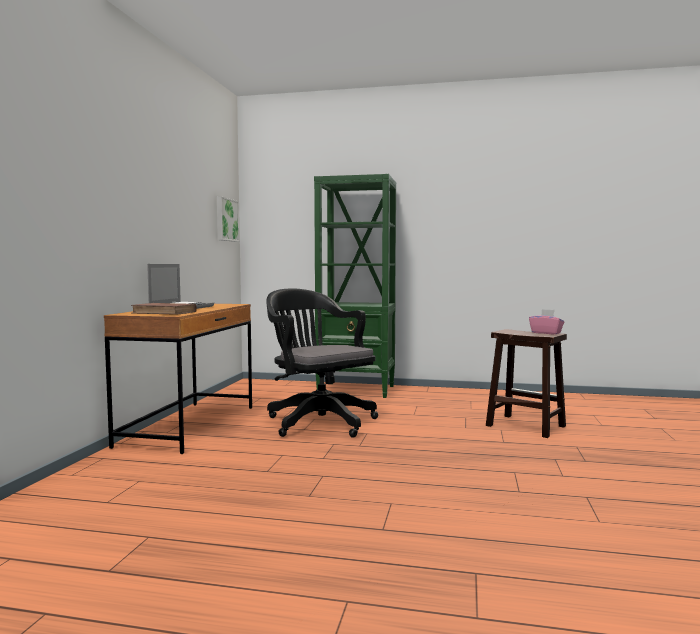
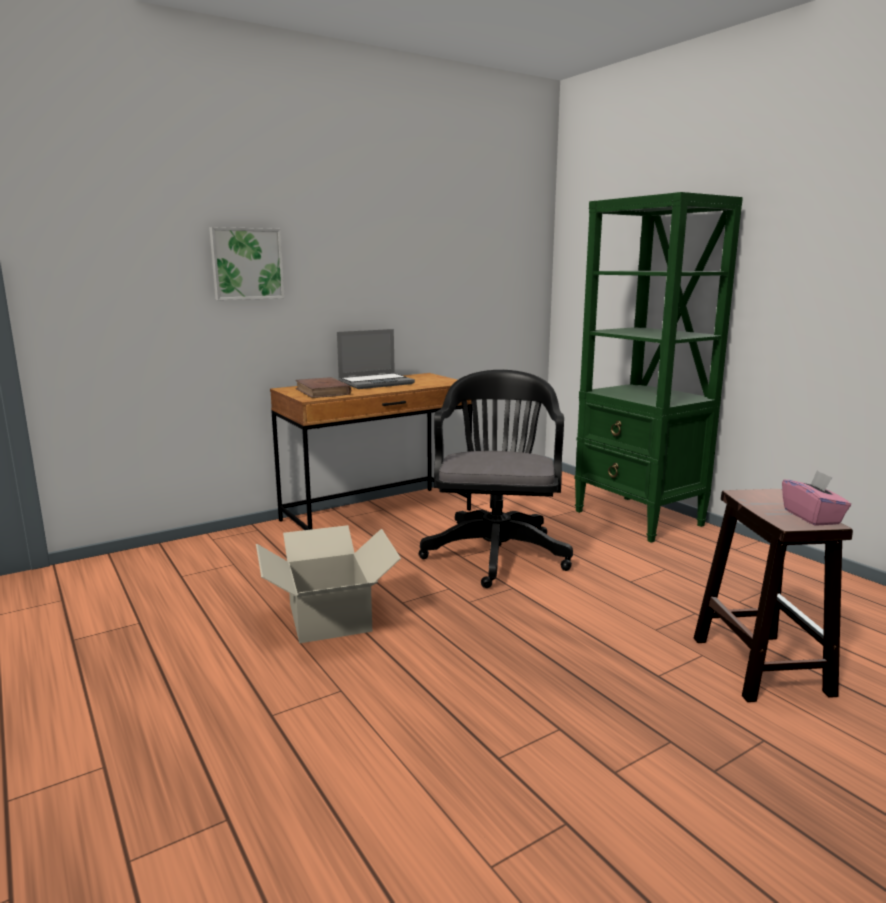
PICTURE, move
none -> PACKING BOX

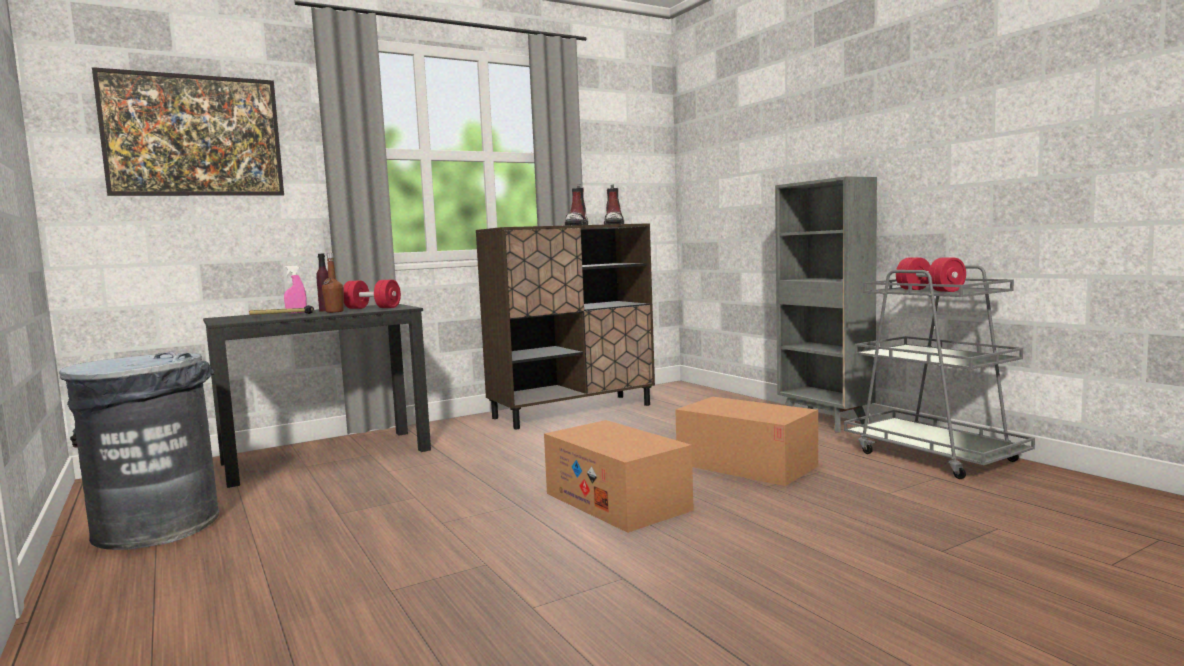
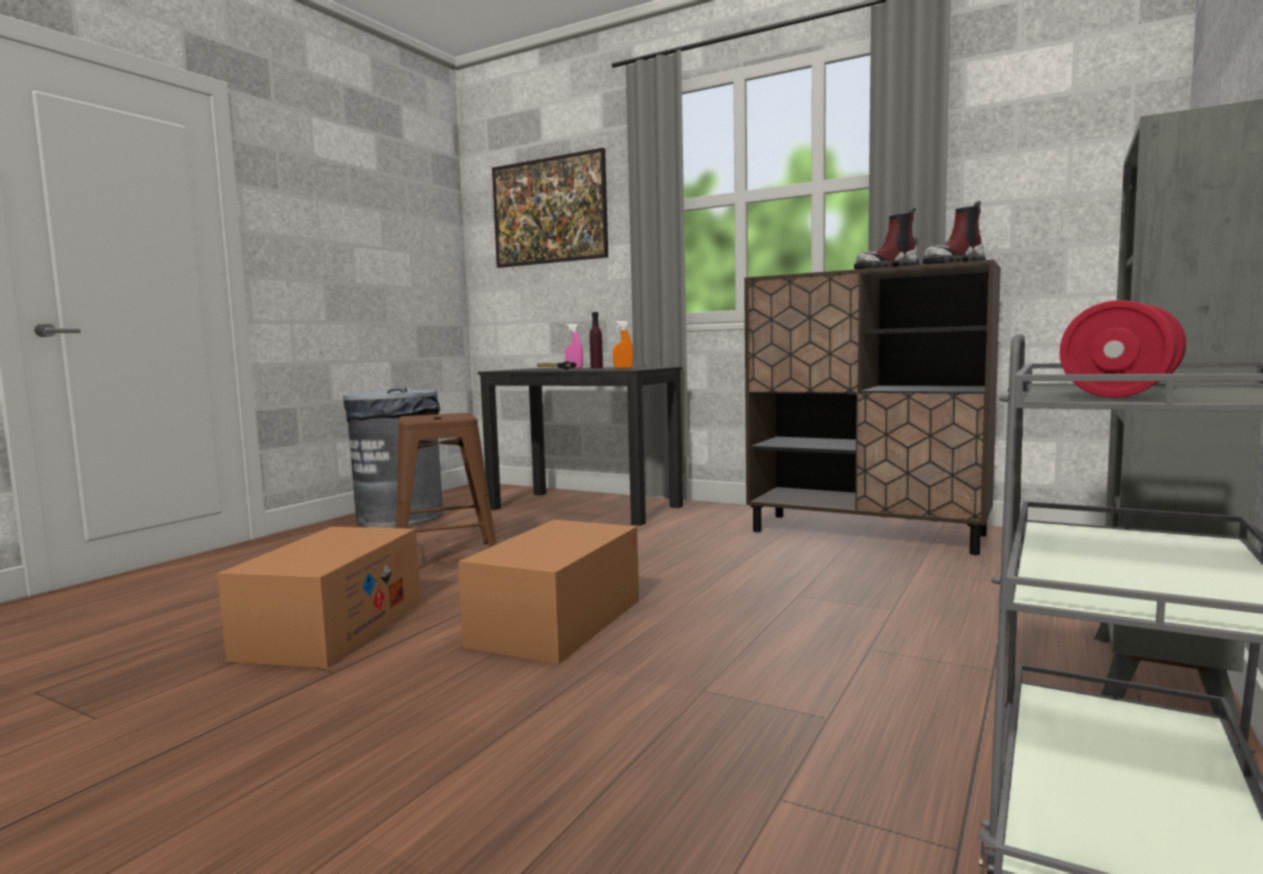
BROWN-COLOURED BOTTLE -> none
RED-COLOURED FREE WEIGHT (1st from left) -> ORANGEY SPRAYER
PACKING BOX (2nd from left in the first image) -> PACKING BOX (1st from left), move
none -> BROWN-COLOURED STOOL SEAT

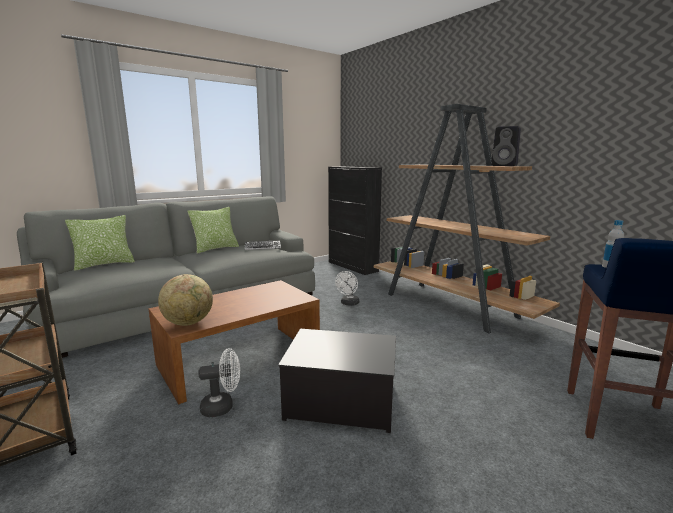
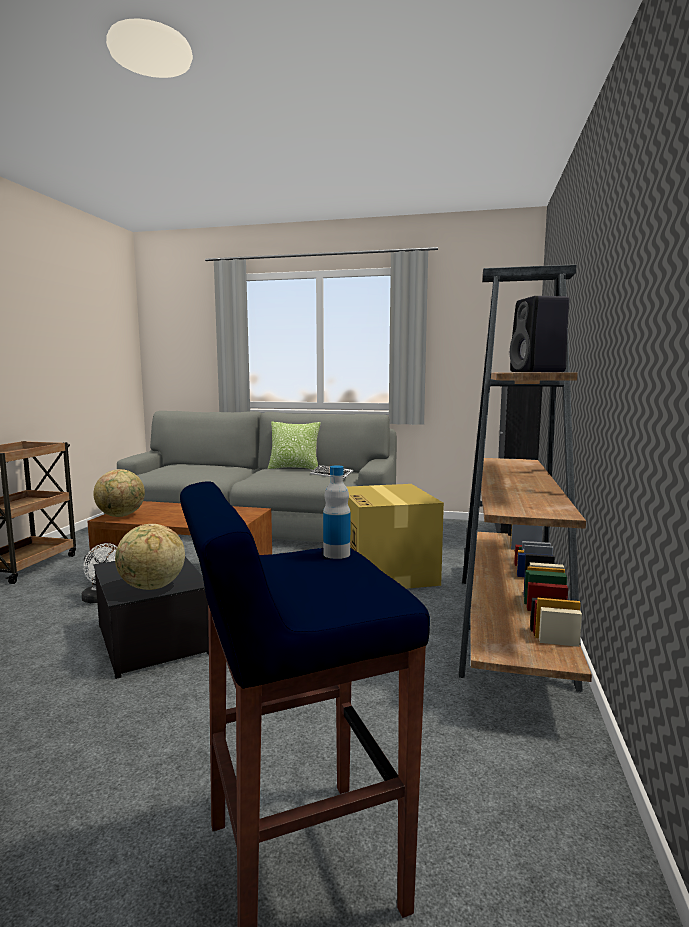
THROW PILLOW (1st from left) -> none
WHITE ELECTRIC FAN (2nd from left) -> PACKING BOX
none -> WORLD GLOBE (2nd from left)

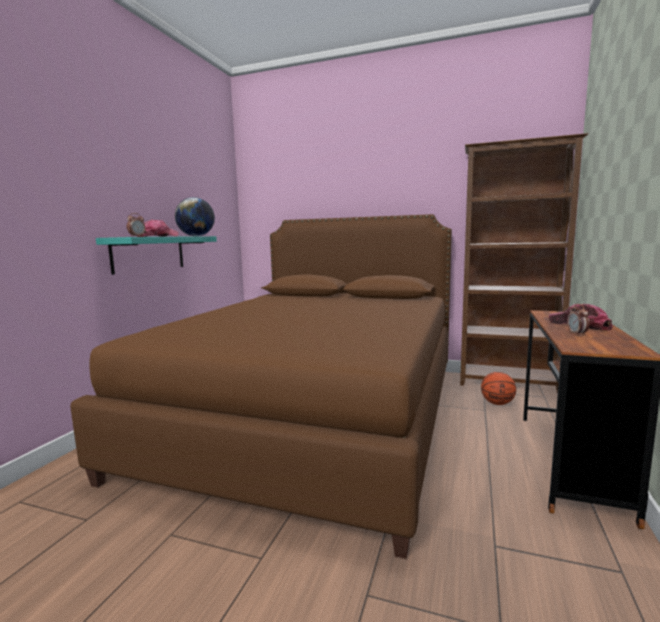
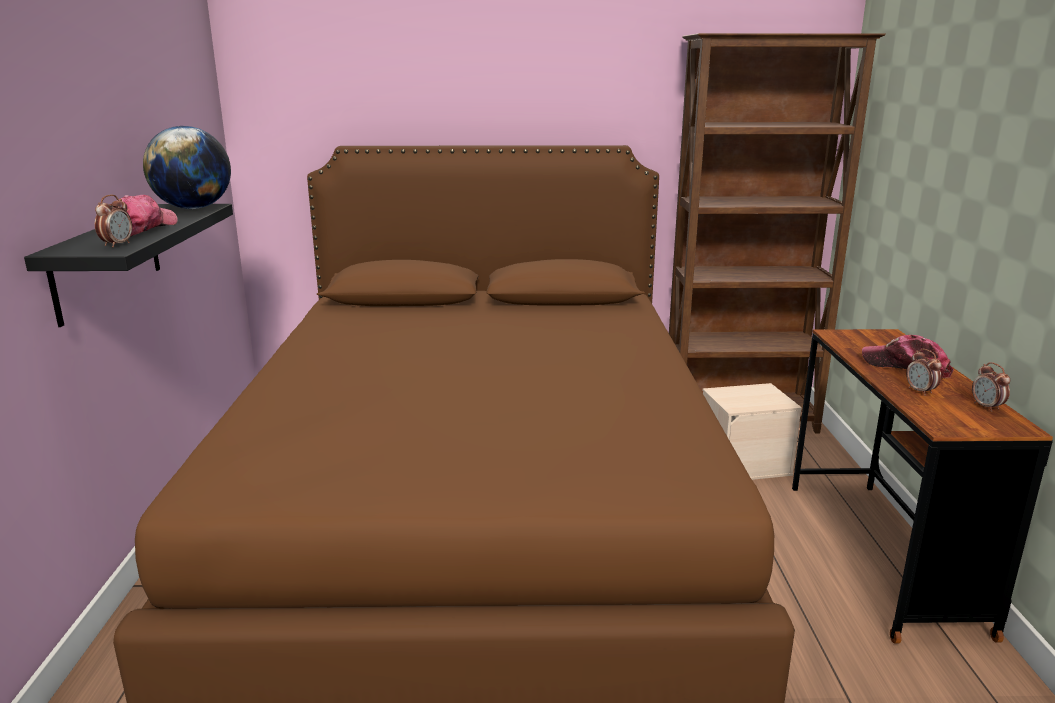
BLUE-GREEN SHELF -> BLACKISH SHELF
BALL FOR BASKETBALL -> SAND-COLOURED STORAGE BIN
none -> ALARM CLOCK (3rd from left)

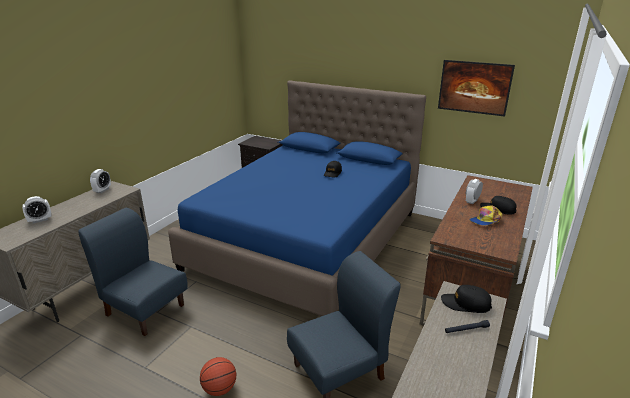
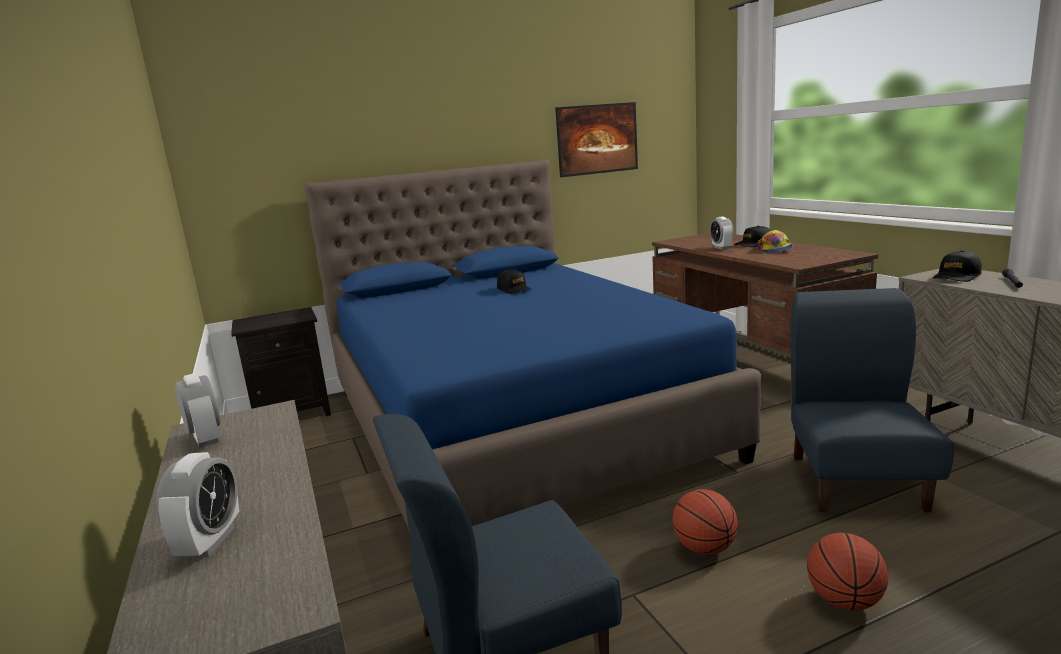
none -> BALL FOR BASKETBALL (1st from left)

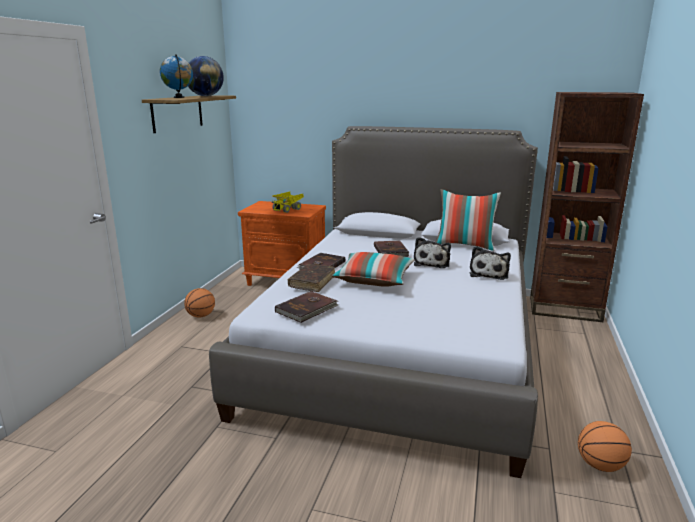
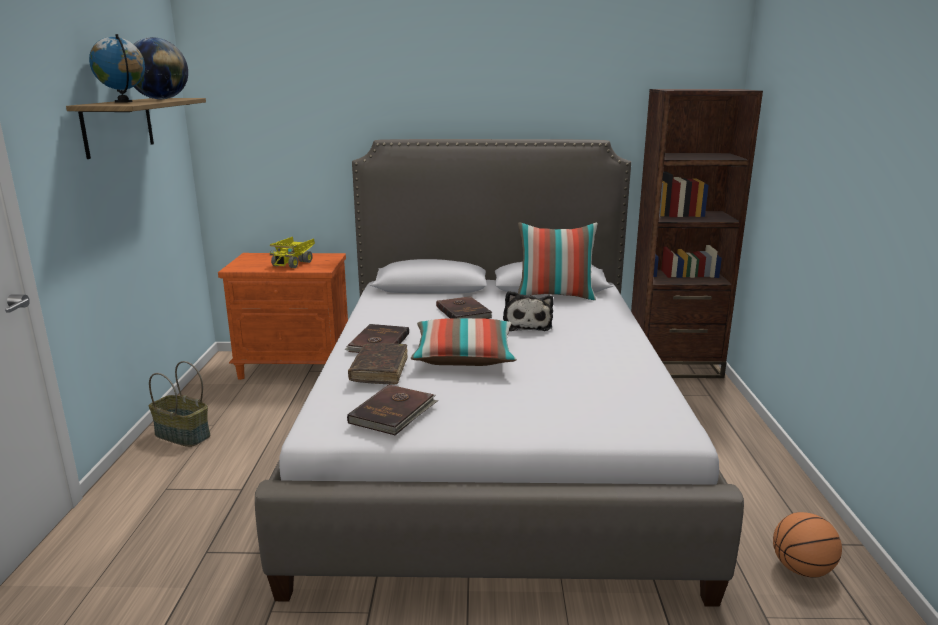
BALL FOR BASKETBALL (1st from left) -> STORAGE BASKET
PLUSH TOY (2nd from left) -> none

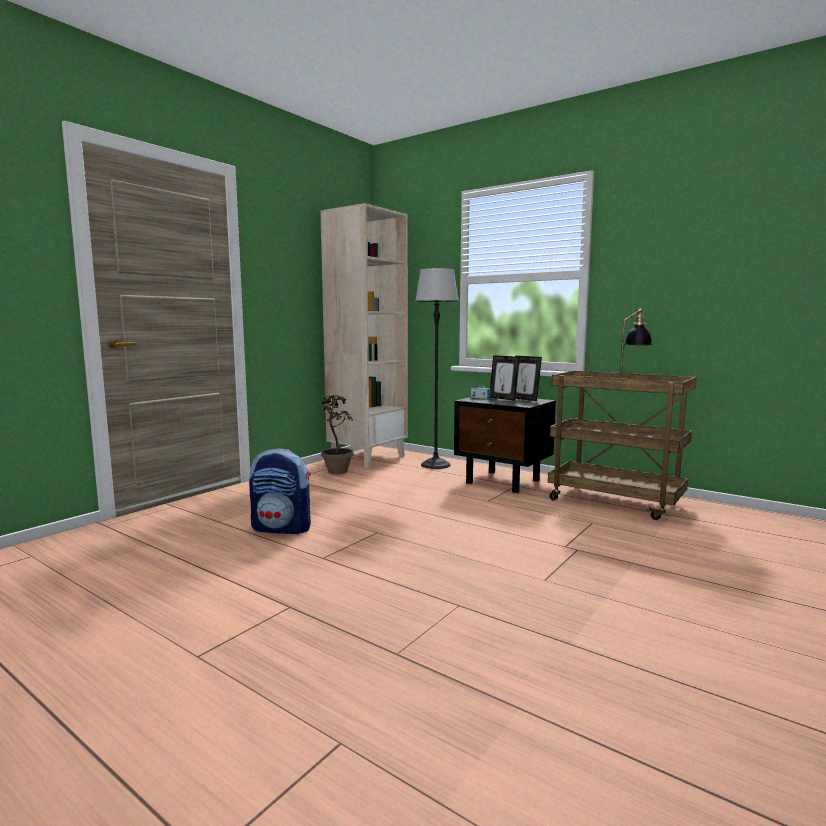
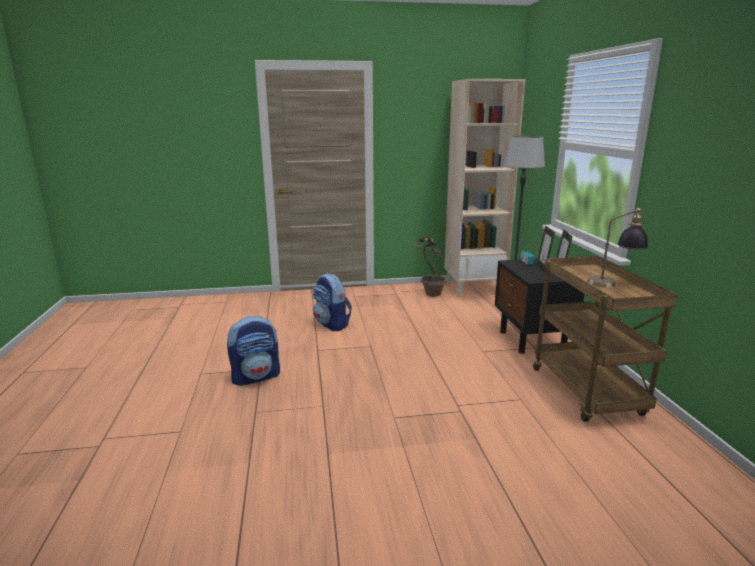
none -> KNAPSACK (1st from left)

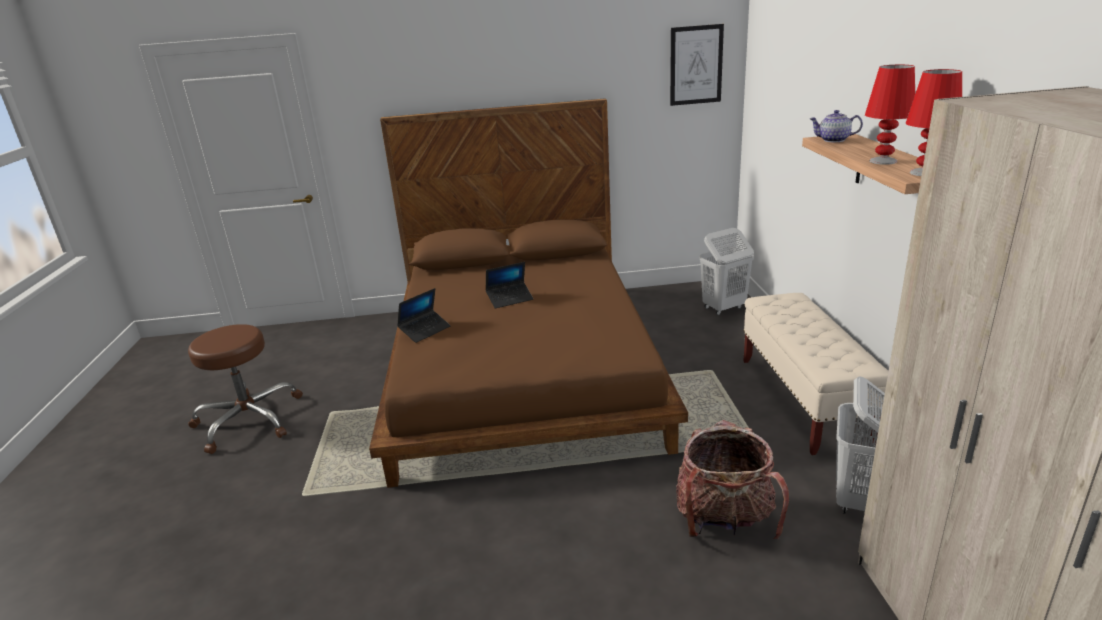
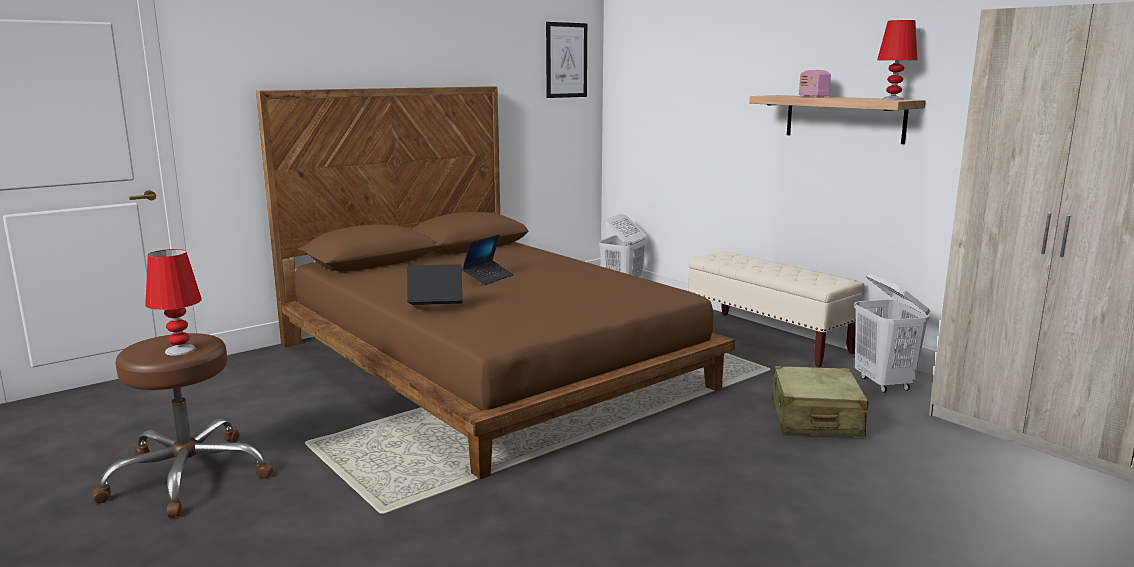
LAPTOP (1st from left), 105 degrees counterclockwise
KNAPSACK -> SAND-COLOURED SUITCASE
POT FOR TEA -> none
RED-COLOURED TABLETOP LAMP (1st from left), move
none -> RADIO

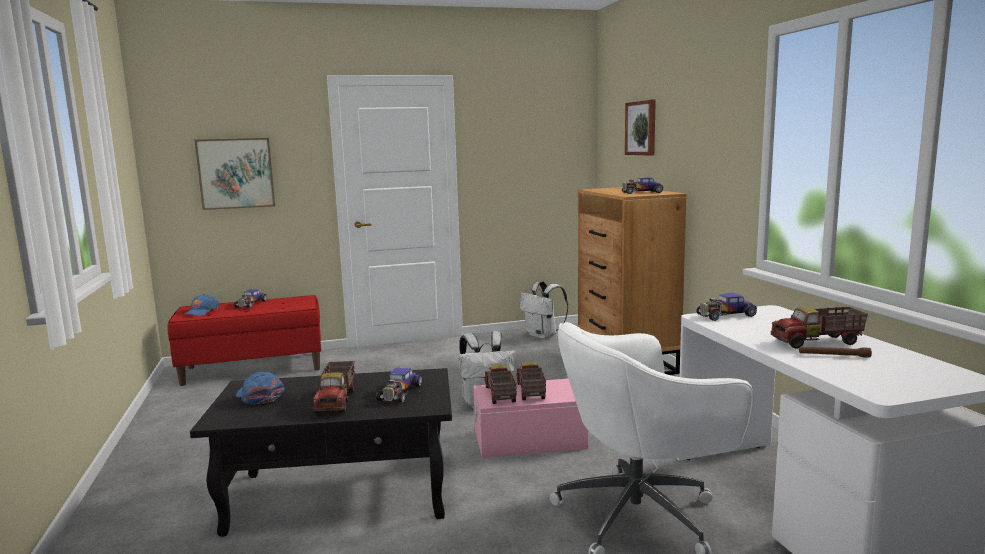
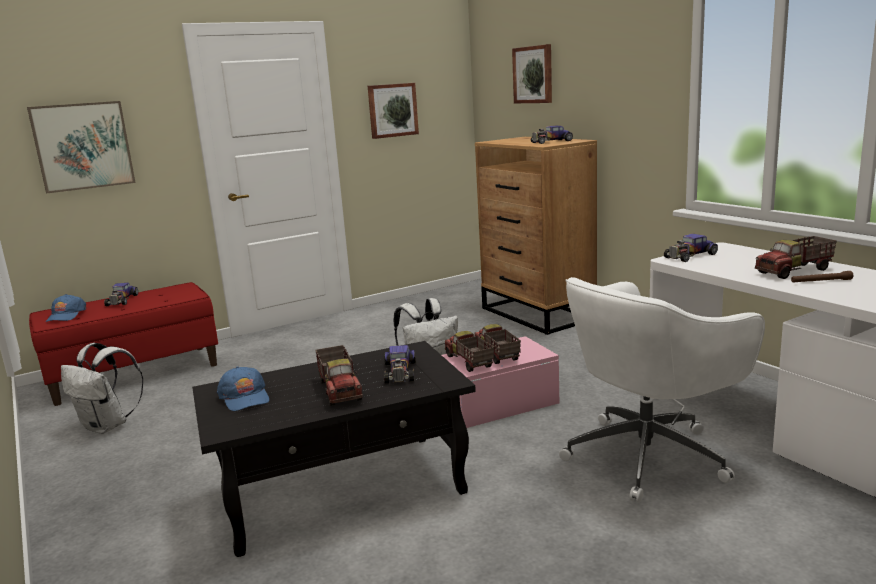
BLUISH PEAKED CAP (2nd from left), 150 degrees counterclockwise
WHITE KNAPSACK (2nd from left in the first image) -> WHITE KNAPSACK (1st from left), move
none -> PICTURE (2nd from left)

